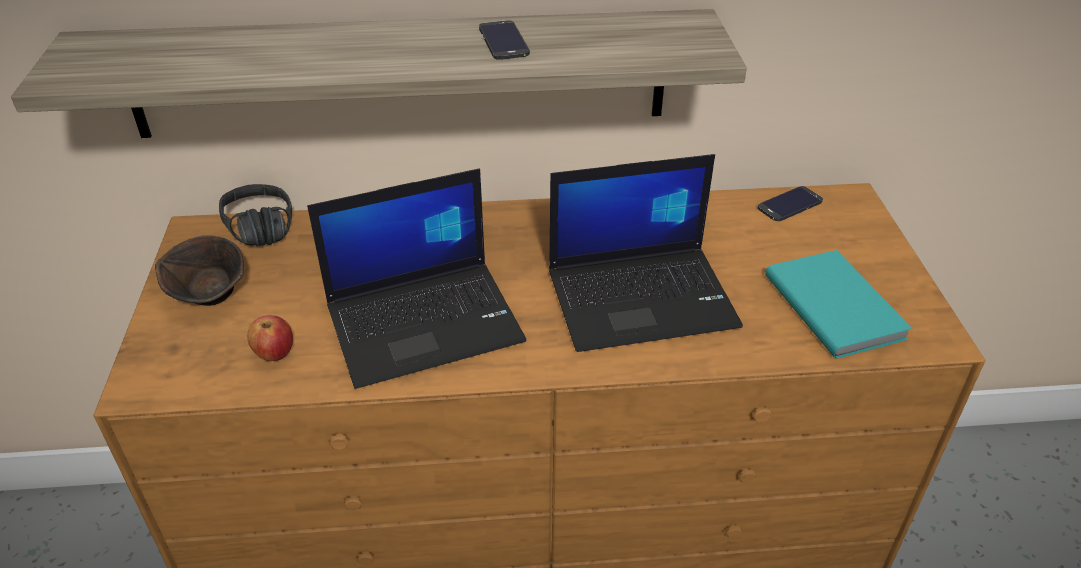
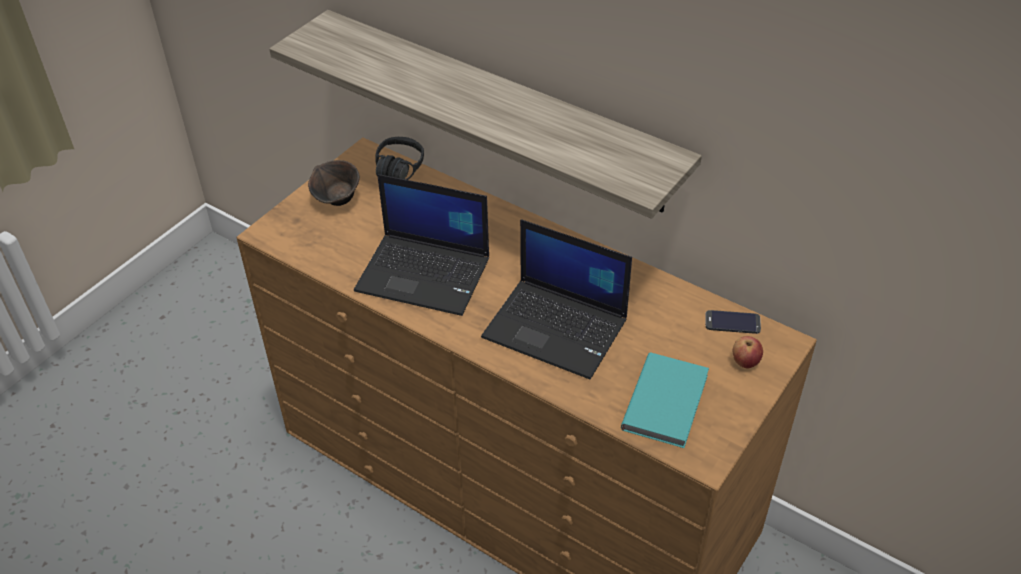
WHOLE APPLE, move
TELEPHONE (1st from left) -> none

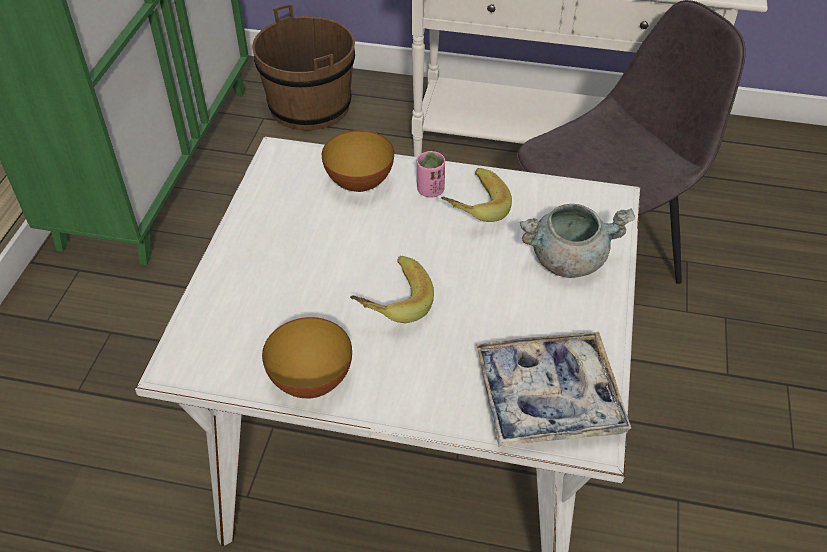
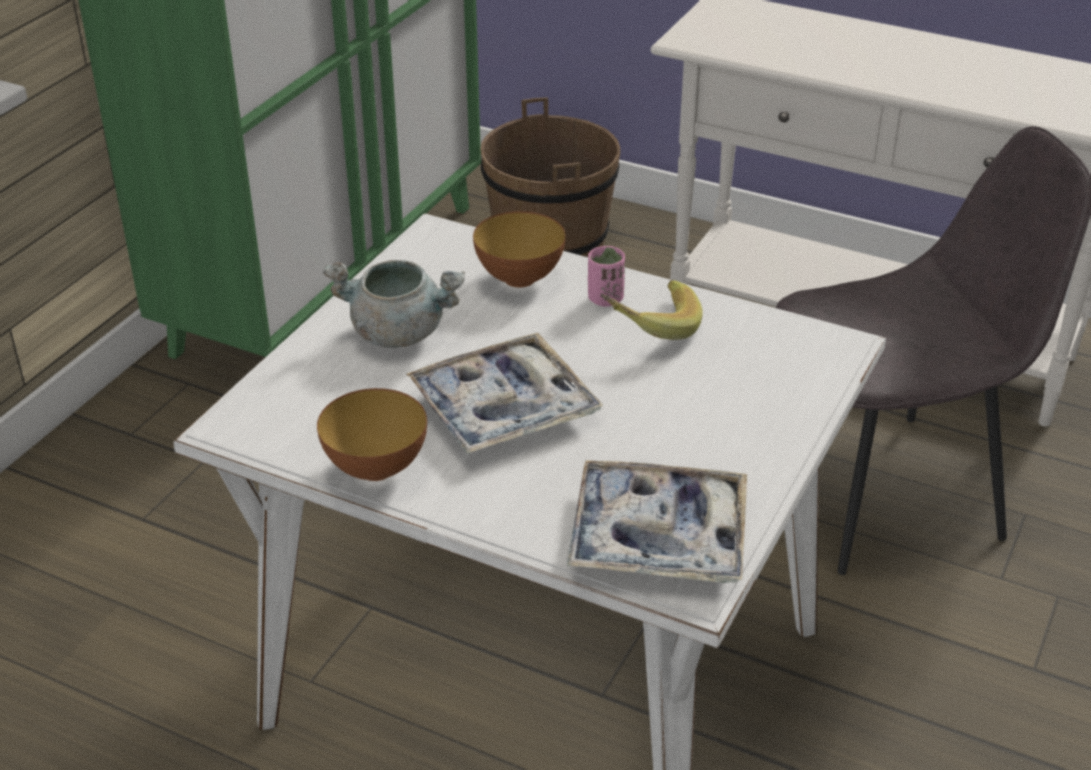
WHOLE BANANA (1st from left) -> CARRYING TRAY (1st from left)
GRAY COOKING POT, move

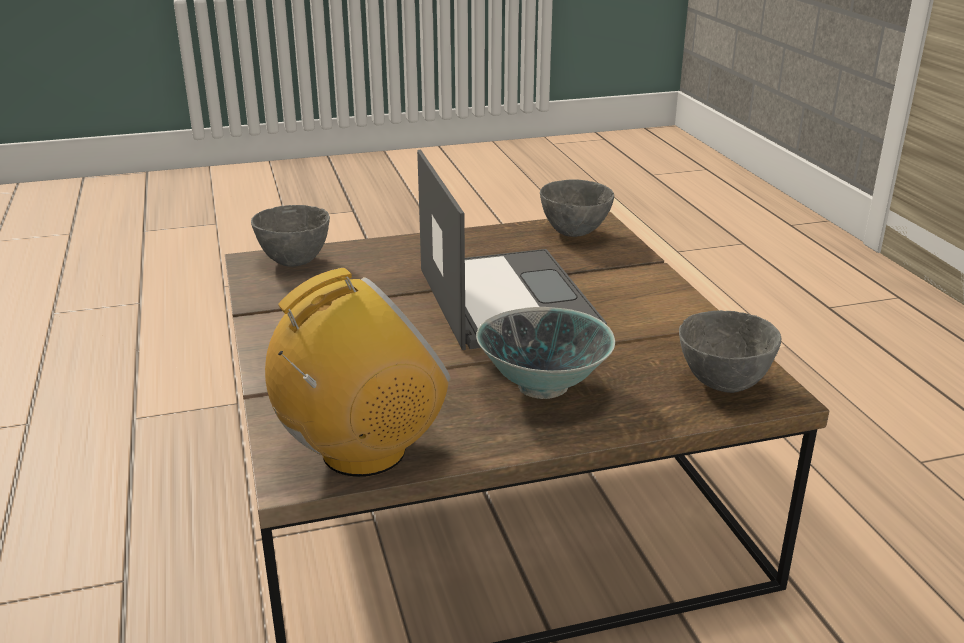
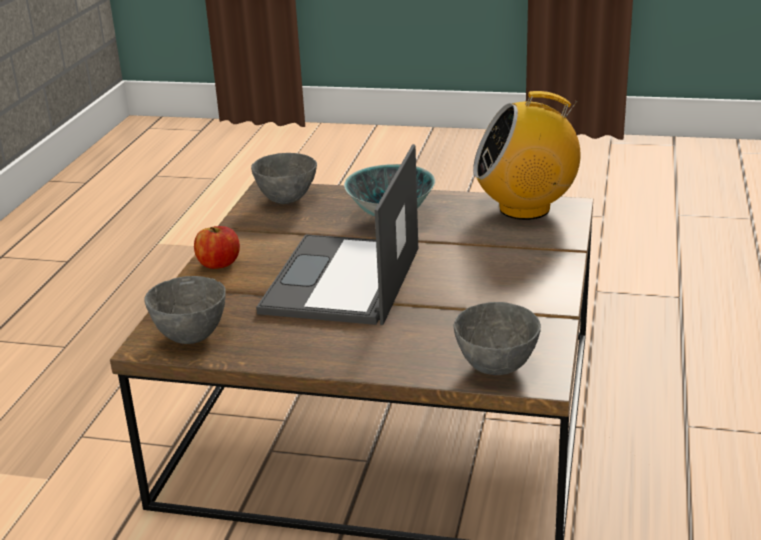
none -> WHOLE APPLE

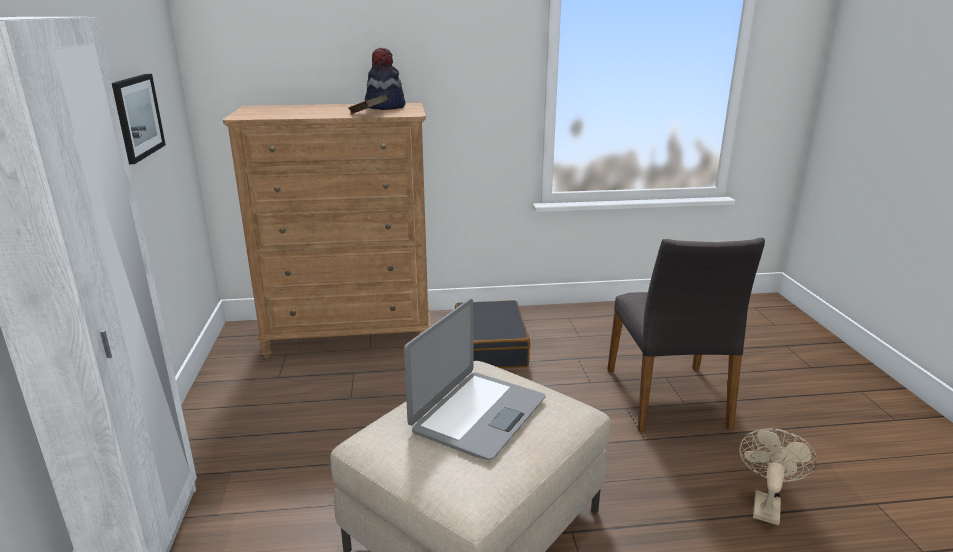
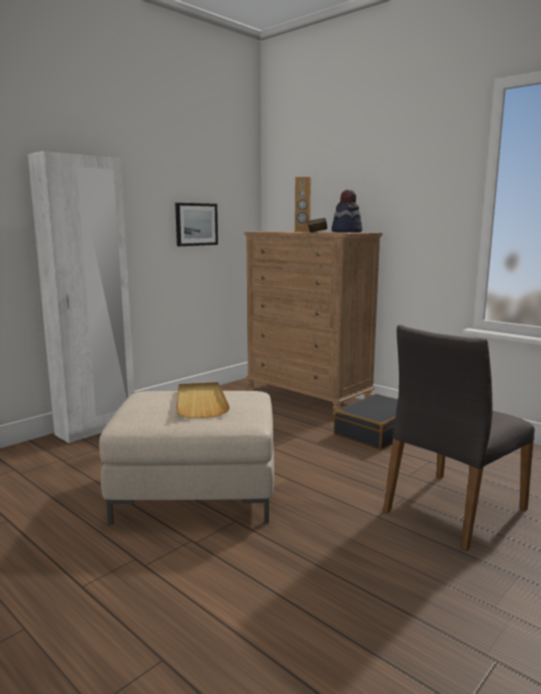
LAPTOP -> SAND-COLOURED CARRYING TRAY
SAND-COLOURED ELECTRIC FAN -> none
none -> BROWN-COLOURED LOUDSPEAKER

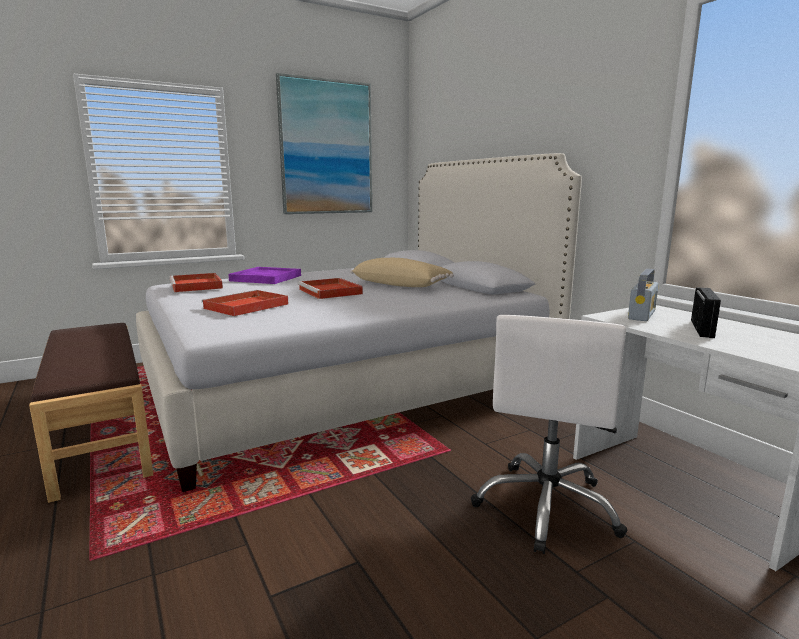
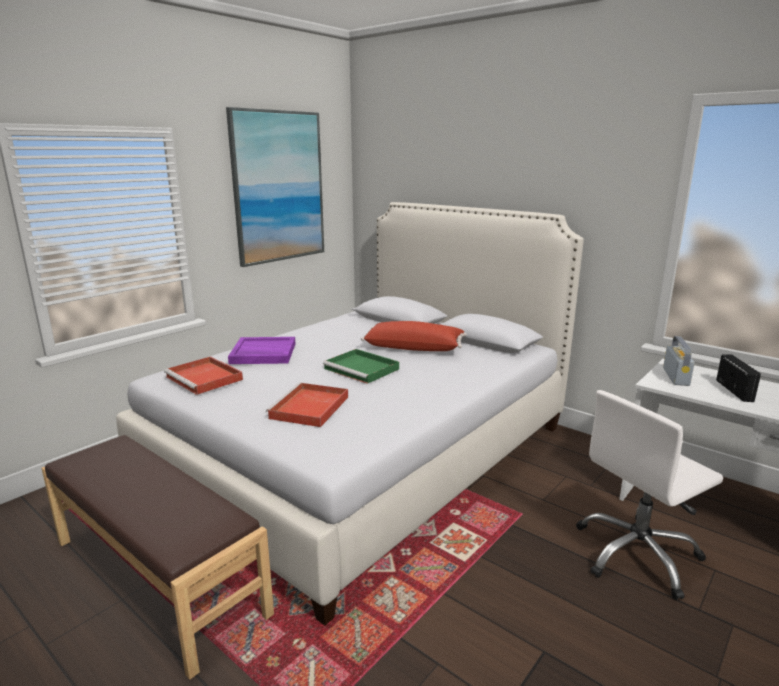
RED-COLOURED CARRYING TRAY (3rd from left) -> GREENISH CARRYING TRAY
SAND-COLOURED THROW PILLOW -> RED-COLOURED THROW PILLOW
WHITE DESK CHAIR, 60 degrees clockwise

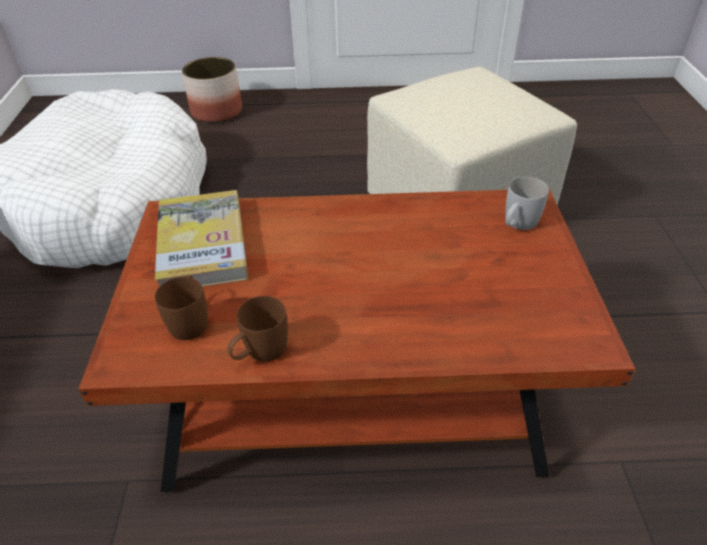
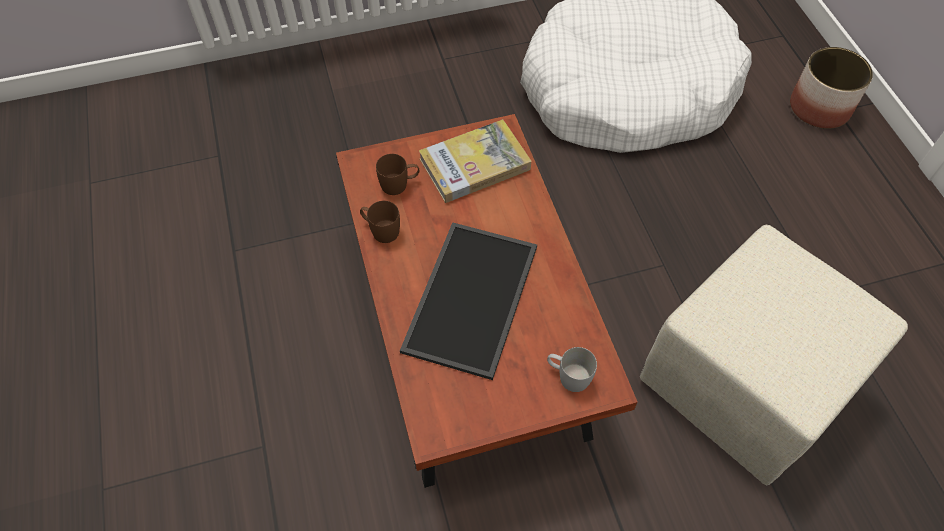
none -> CARRYING TRAY

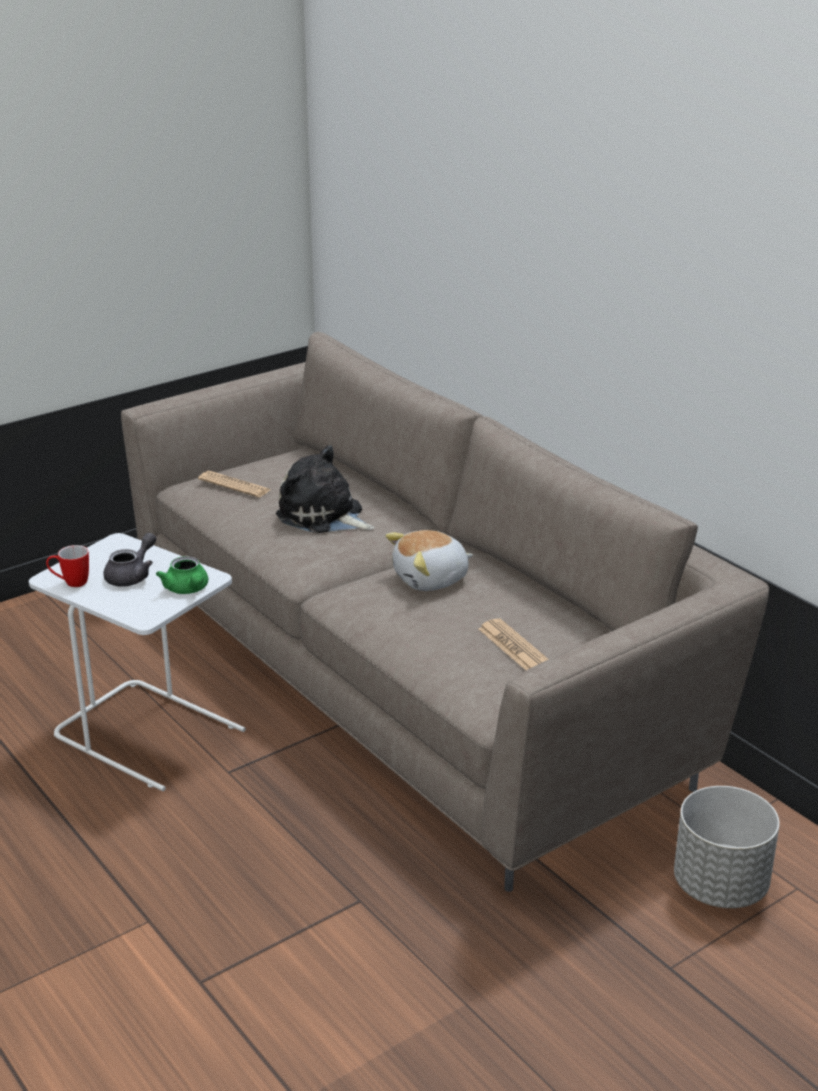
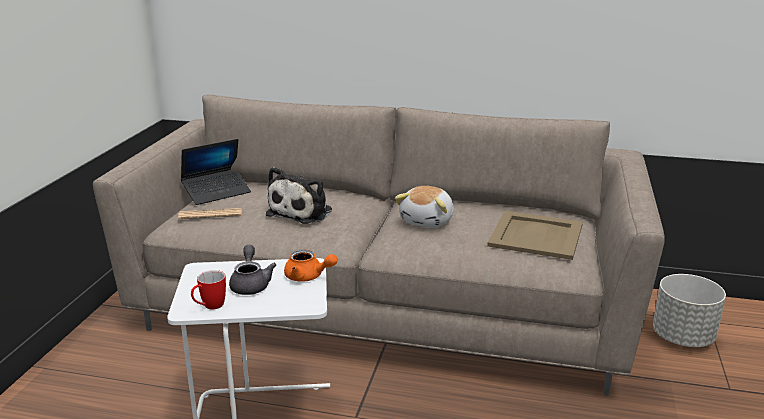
GREENISH POT FOR TEA -> ORANGEY POT FOR TEA
PLUSH TOY (1st from left), 60 degrees counterclockwise
PRINTED PAPER (2nd from left) -> SAND-COLOURED CARRYING TRAY
none -> LAPTOP

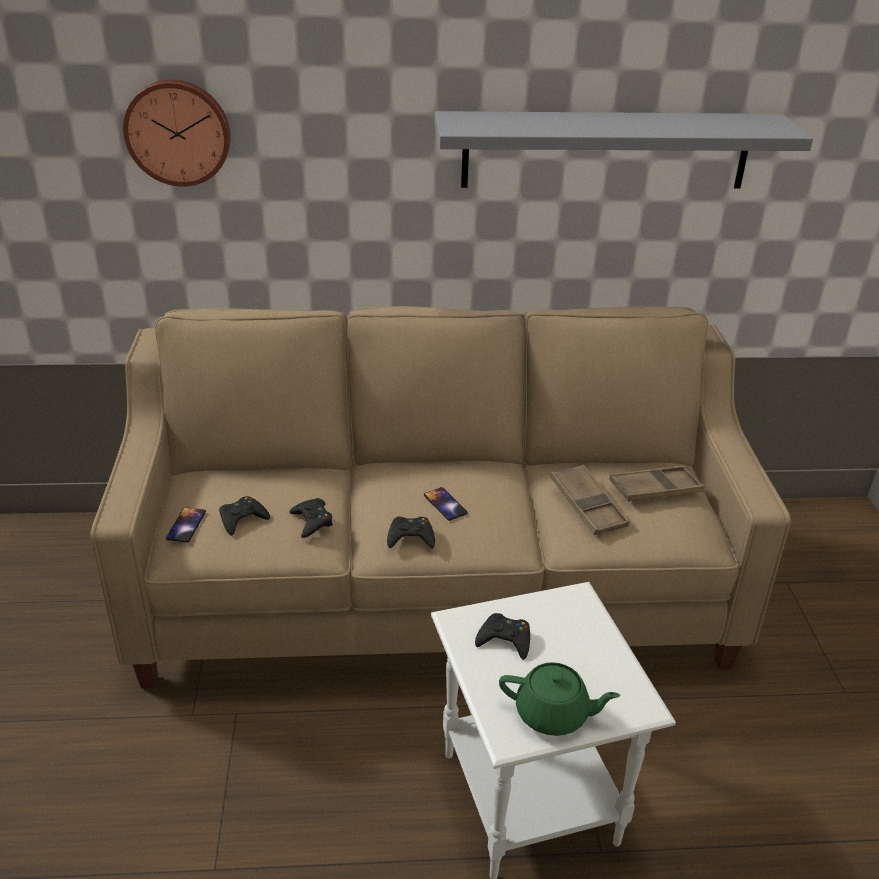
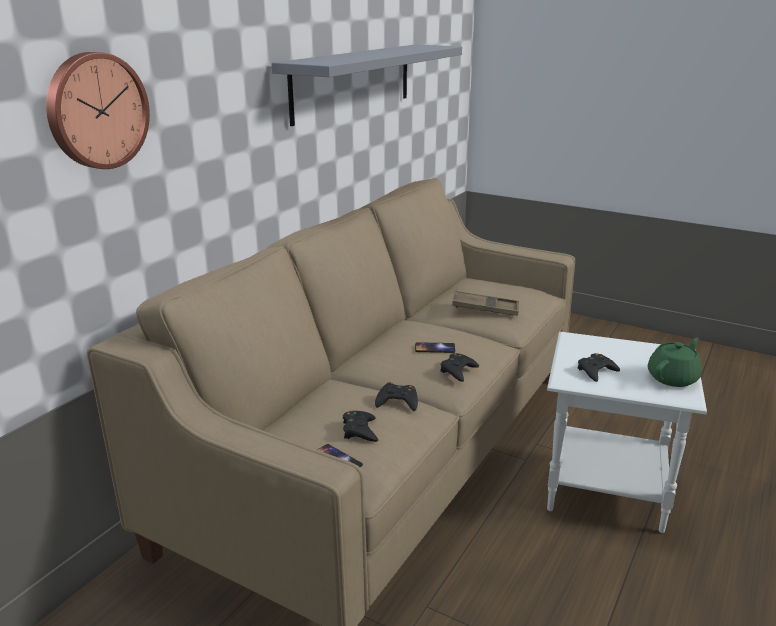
BROWN-COLOURED CARRYING TRAY (2nd from left) -> none

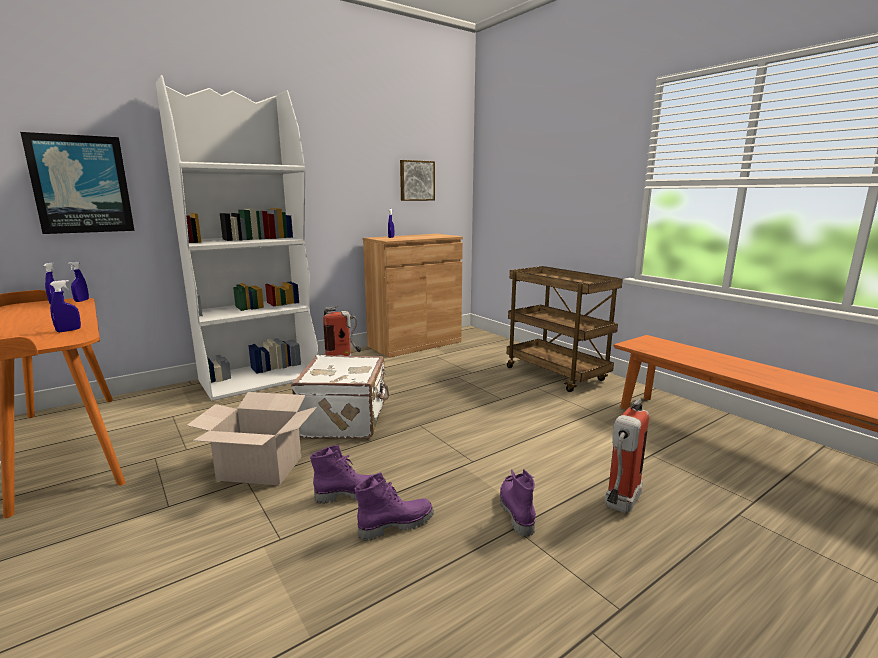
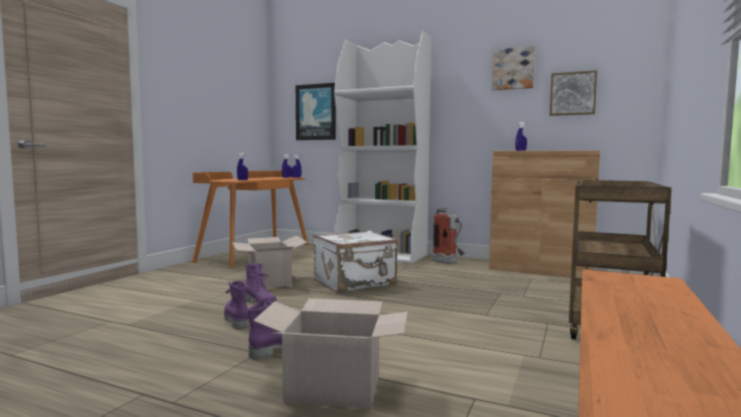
PURPLE-COLOURED BOOT (2nd from left in the first image) -> PURPLE-COLOURED BOOT (1st from left), 150 degrees counterclockwise
FIRE-FIGHTING CYLINDER (2nd from left) -> PACKING BOX (2nd from left)
none -> PICTURE (2nd from left)

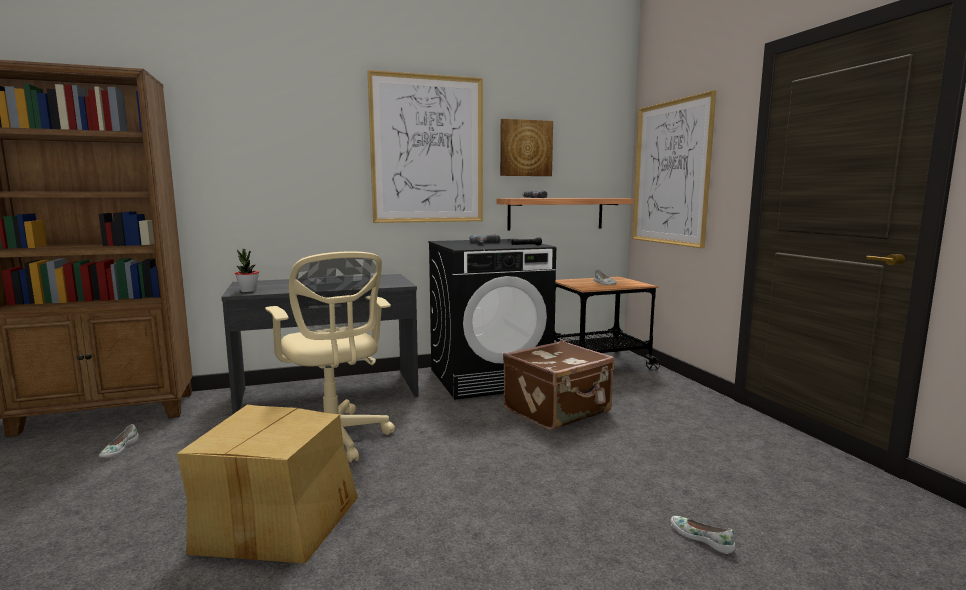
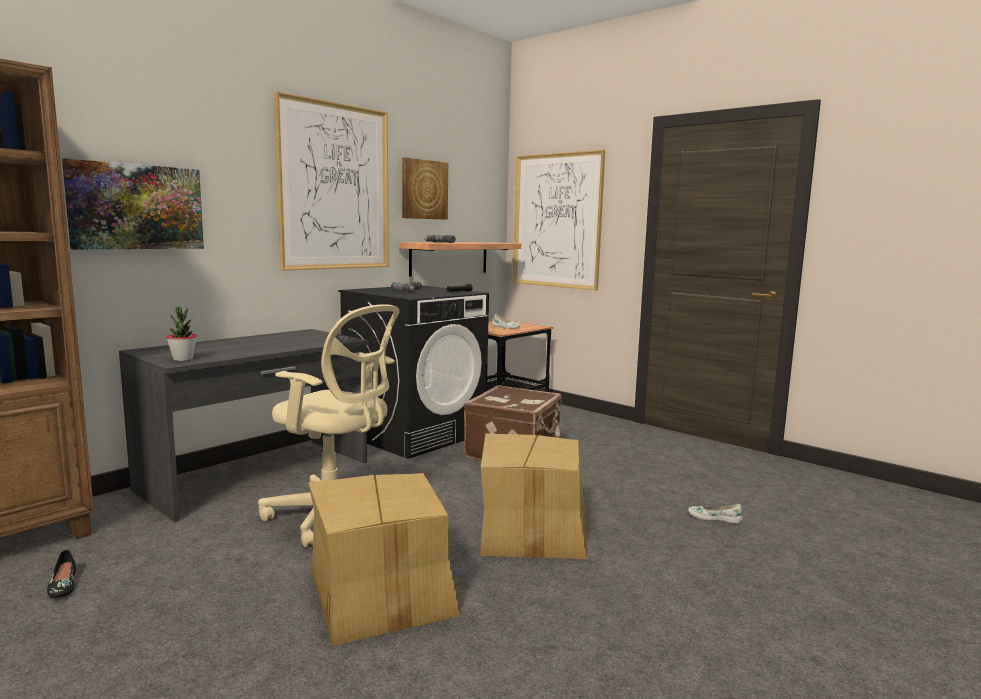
WHITE SHOE (1st from left) -> BLACKISH SHOE
none -> PICTURE (1st from left)
none -> PACKING BOX (2nd from left)

